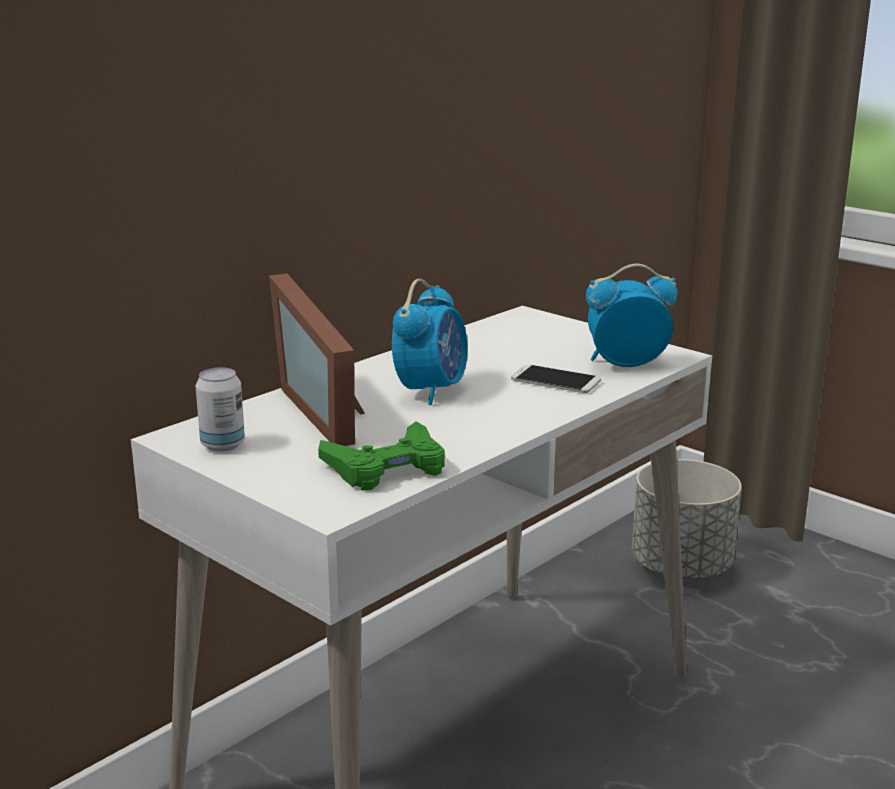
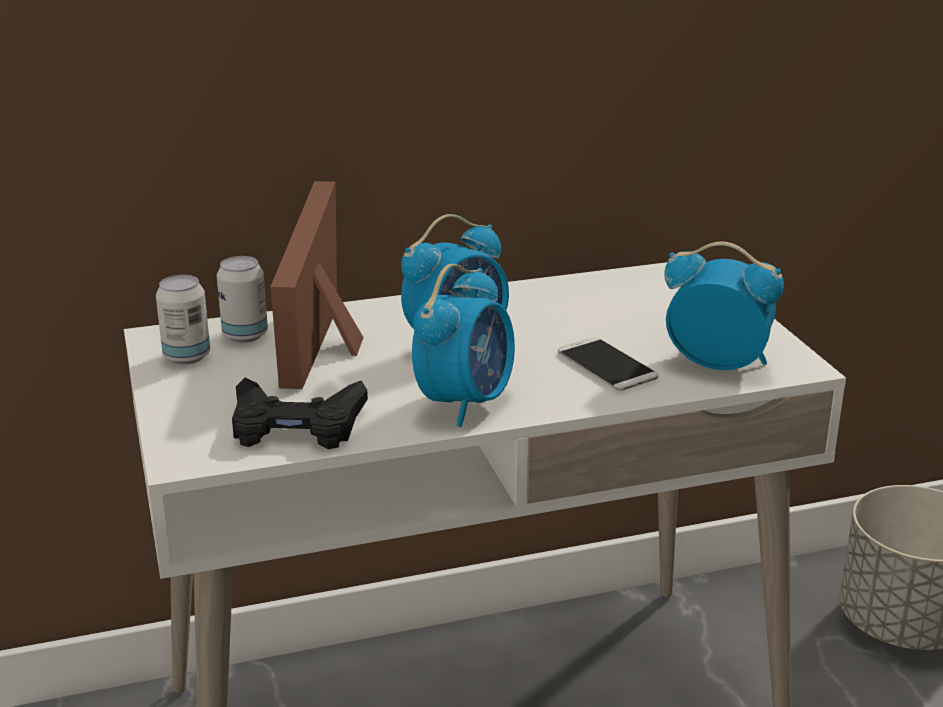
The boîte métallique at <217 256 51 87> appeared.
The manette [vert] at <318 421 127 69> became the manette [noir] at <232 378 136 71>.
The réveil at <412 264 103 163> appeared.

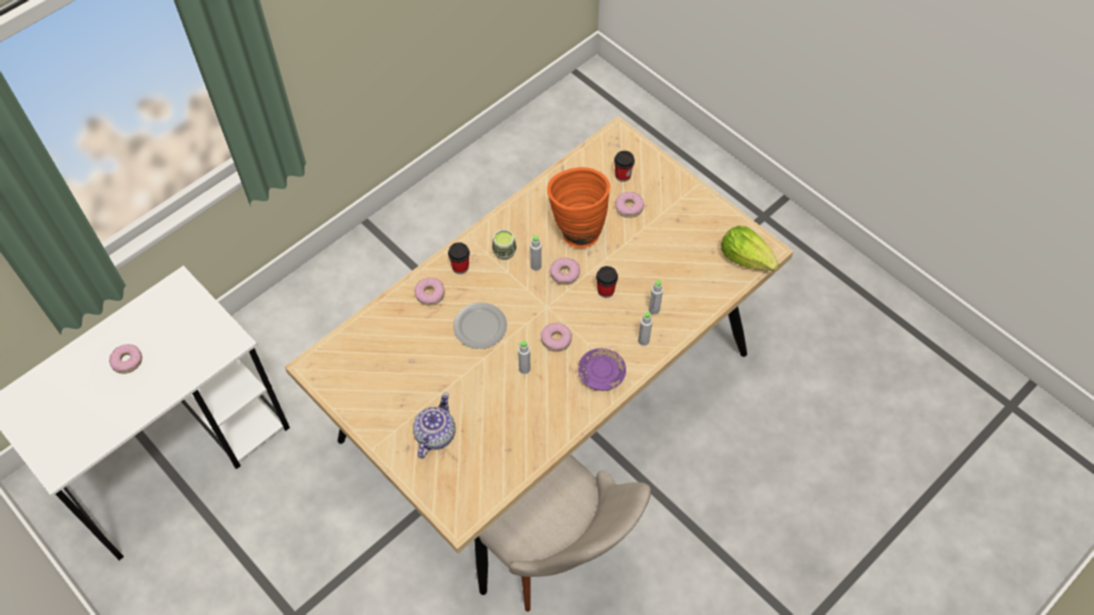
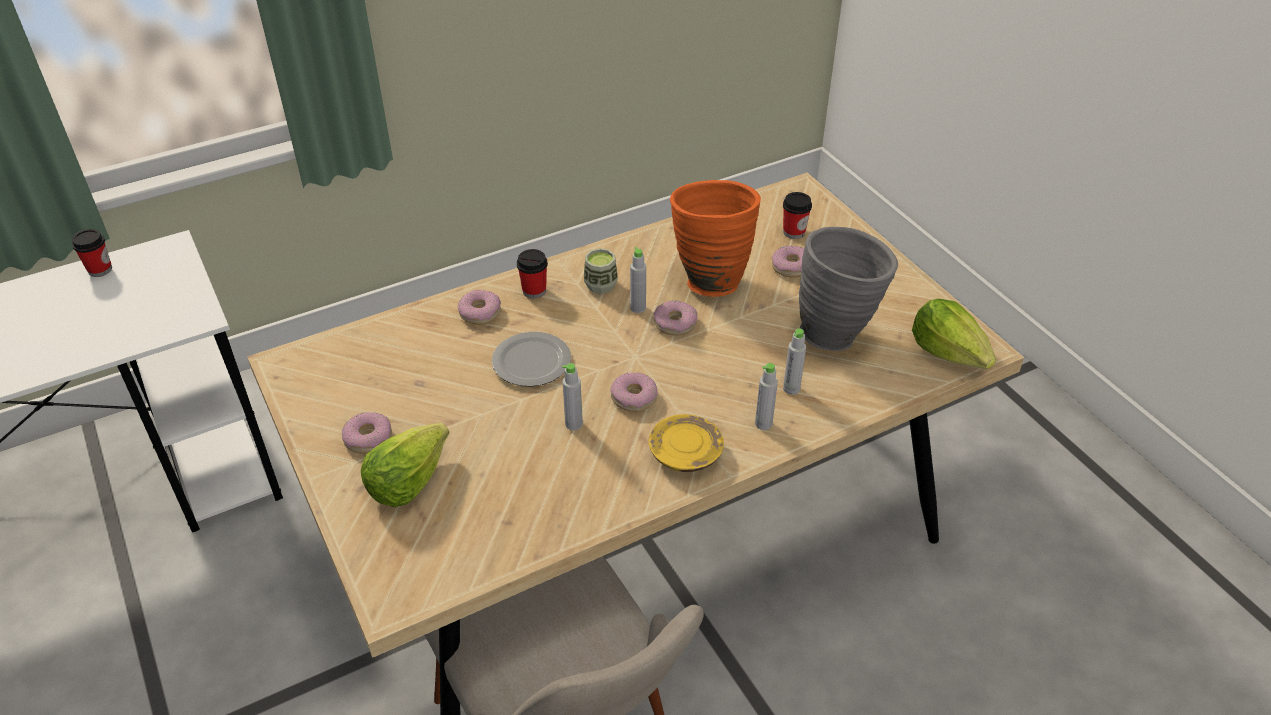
The tasse moved from <596 266 22 32> to <72 229 40 48>.
The beignet moved from <109 344 33 30> to <341 412 51 42>.
The théière at <413 392 43 67> was replaced by the laitue at <361 423 88 84>.
The assiette [violet] at <578 348 48 43> became the assiette [jaune] at <649 414 75 58>.
The vase [gris] at <799 227 99 124> appeared.

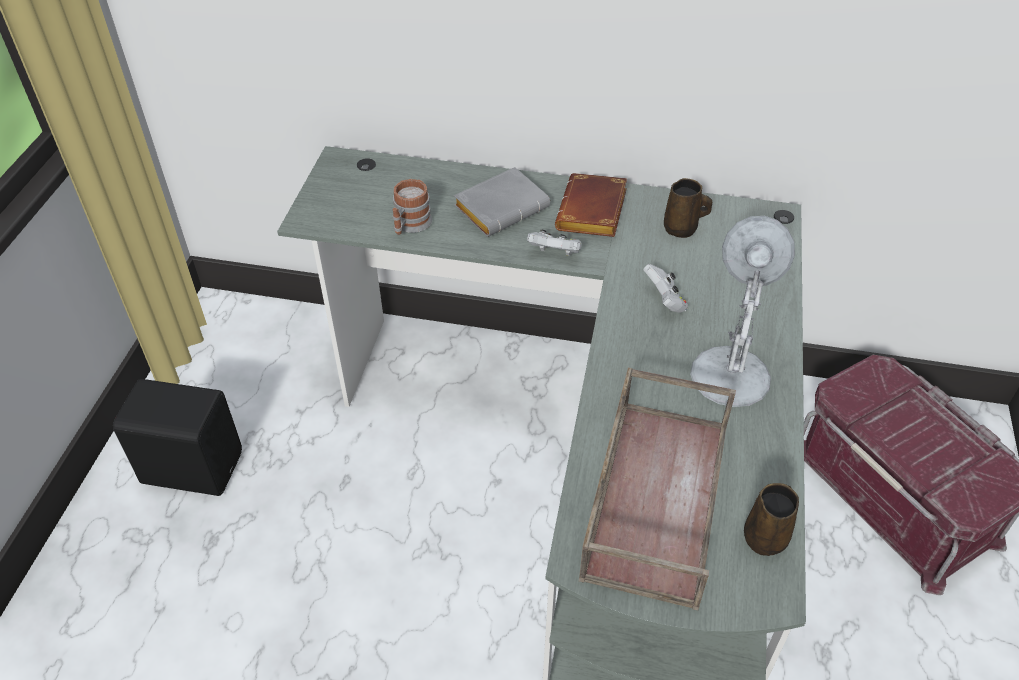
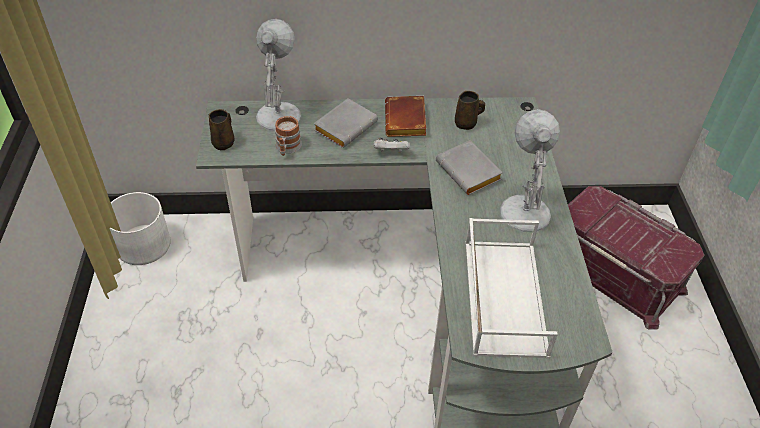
The cache-pot [blanc] at <109 192 62 73> appeared.
The mug [marron] moved from <744 483 55 73> to <209 109 26 41>.
The lampe de table [blanc] at <256 19 45 112> appeared.
The manette [blanc] at <643 264 45 49> was replaced by the livre [gris] at <436 140 67 55>.
The plateau [marron] at <579 367 157 243> became the plateau [blanc] at <465 218 93 141>.
The enceinte [noir] at <113 379 129 117> disappeared.

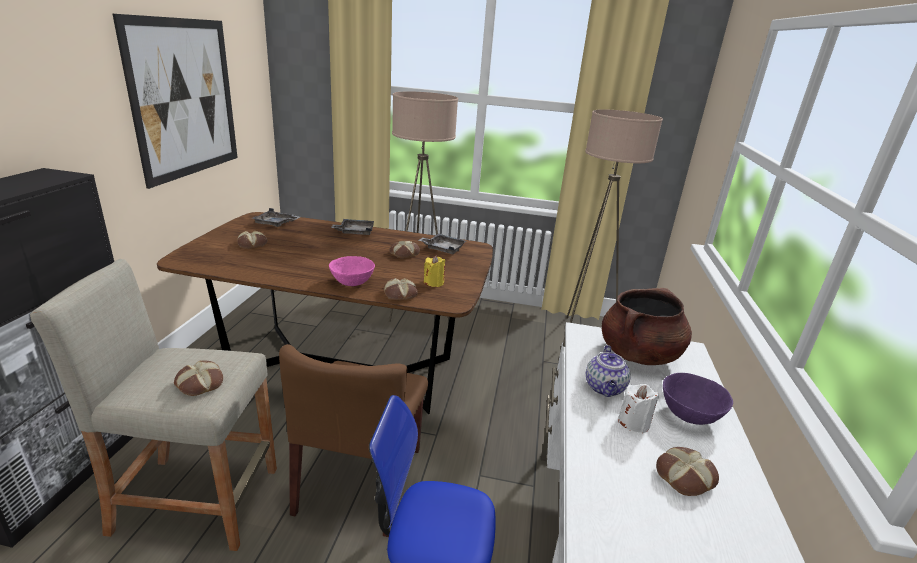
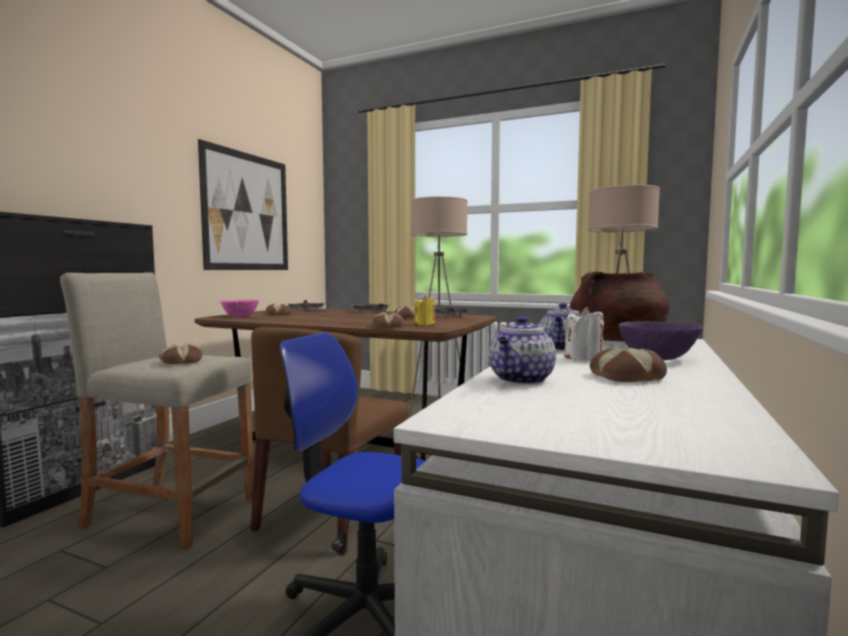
The bol [rose] moved from <329 256 46 30> to <220 300 39 17>.
The théière at <489 316 67 68> appeared.

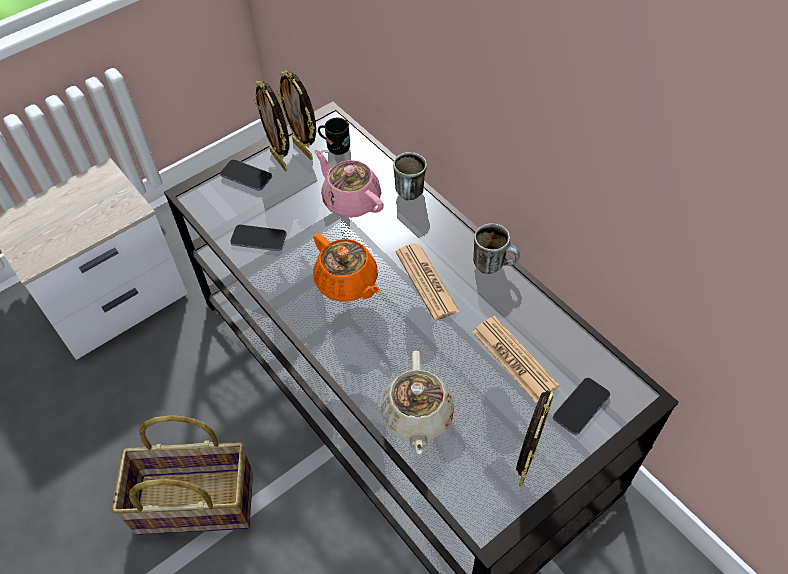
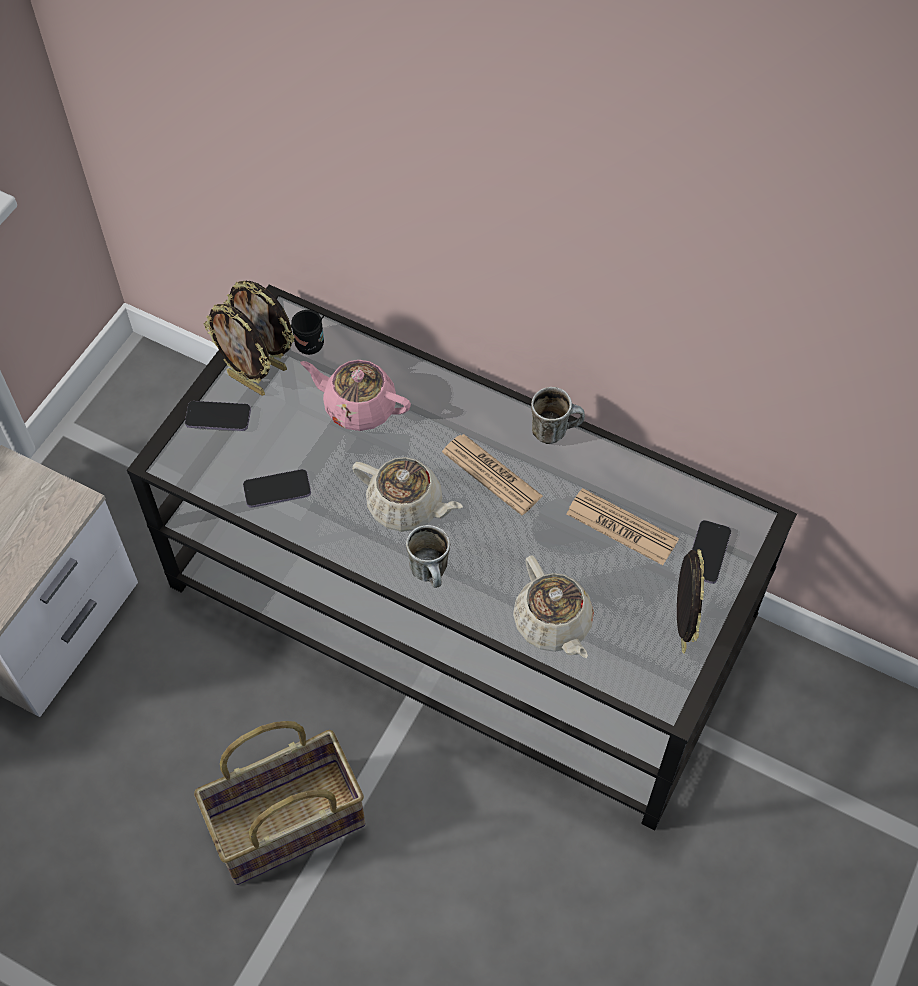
The théière [orange] at <313 233 67 69> became the théière [beige] at <352 457 111 75>.
The mug moved from <393 152 34 48> to <406 525 44 63>.

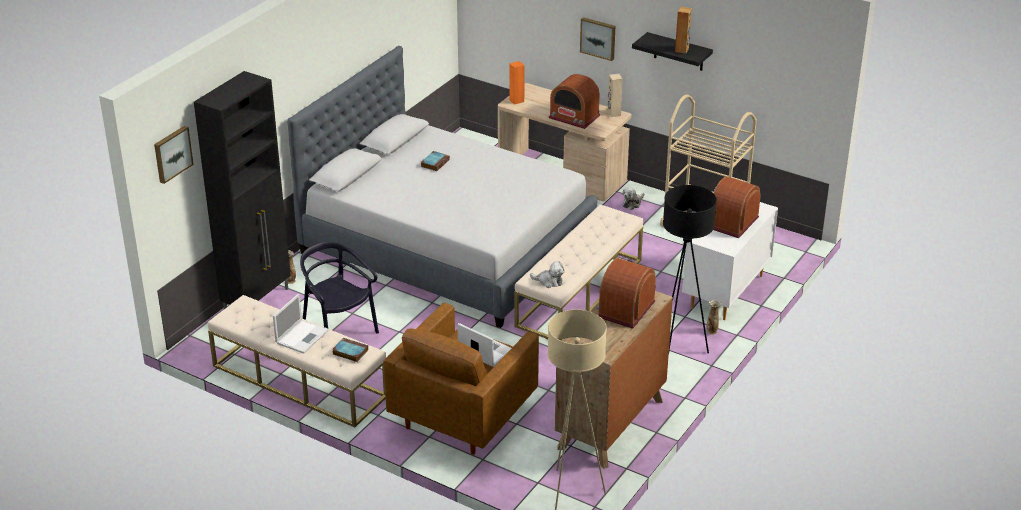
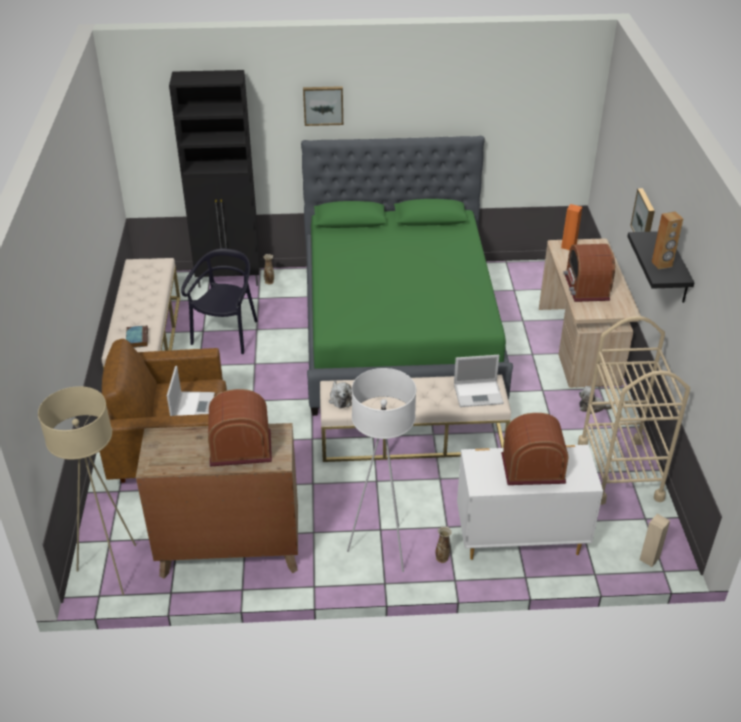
The lit [gris] at <287 46 310 282> became the lit [vert] at <301 136 212 280>.
The tableau moved from <154 126 40 58> to <303 86 40 40>.
The lampadaire [noir] at <663 185 54 172> became the lampadaire [blanc] at <347 368 69 204>.
The ordinateur portable moved from <273 294 56 60> to <454 355 50 52>.
The enceinte [beige] moved from <607 74 16 43> to <640 514 30 53>.
The livre at <421 151 29 20> disappeared.

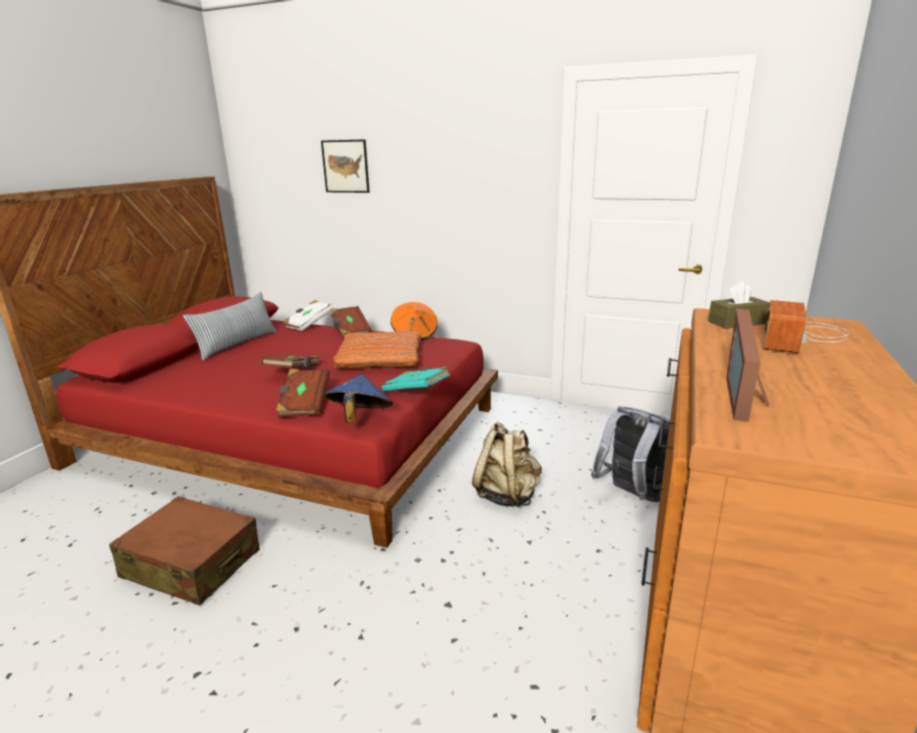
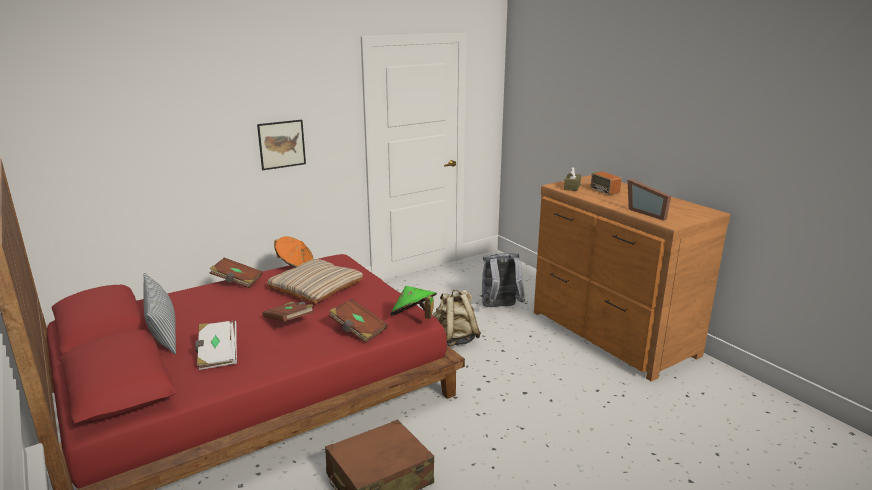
The livre [blanc] moved from <283 300 51 31> to <195 320 42 50>.
The tableau moved from <321 139 49 54> to <257 120 49 50>.
The coussin [orange] at <333 331 89 38> became the coussin [beige] at <267 259 96 45>.
The chapeau [bleu] at <324 374 69 49> became the chapeau [vert] at <390 286 47 33>.
The livre [turquoise] at <382 366 68 25> disappeared.

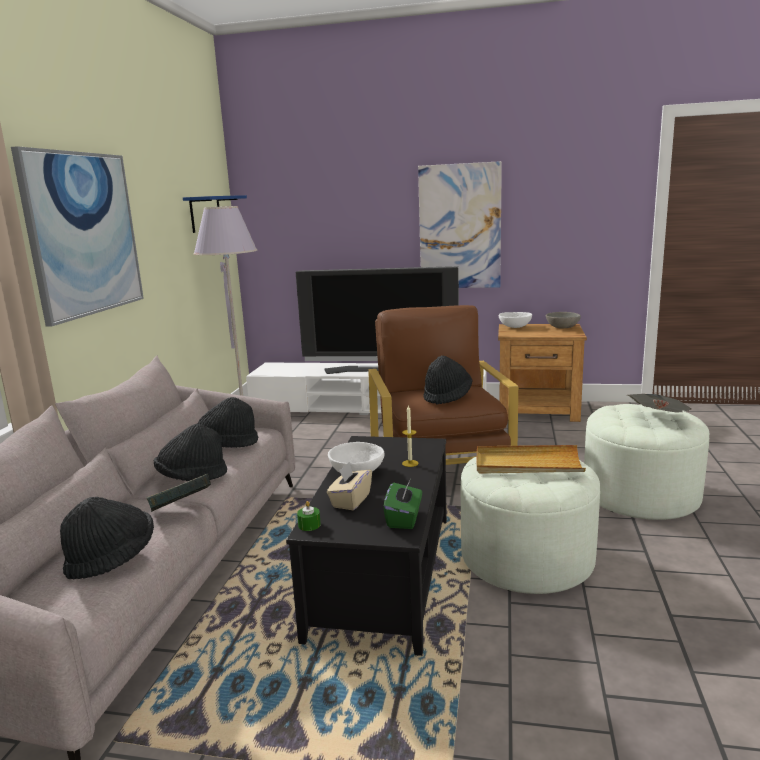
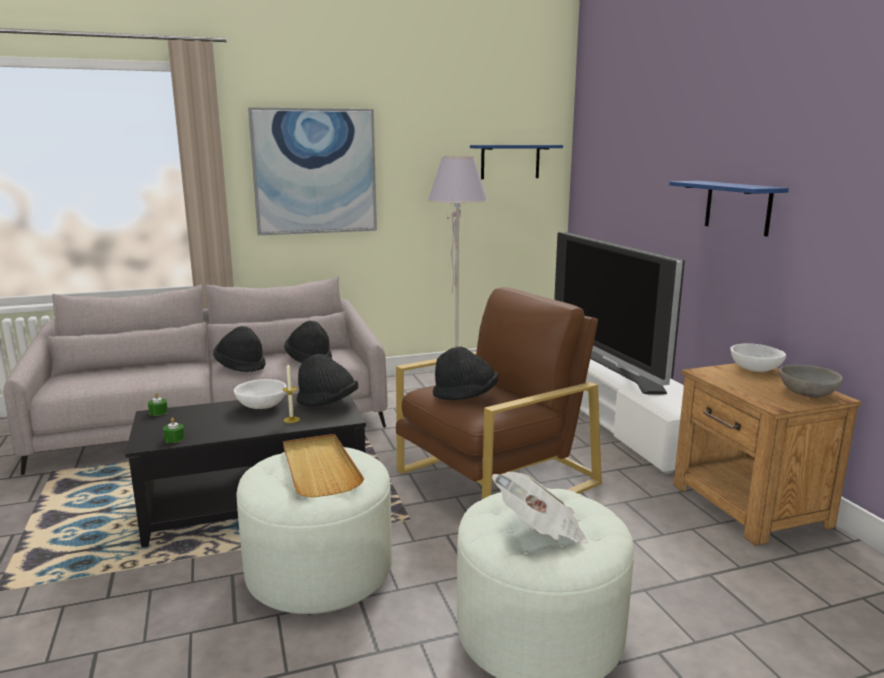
The boîte à mouchoirs [vert] at <383 480 39 49> was replaced by the bougie [vert] at <163 417 22 26>.
The chapeau [noir] moved from <60 497 94 82> to <297 354 61 52>.
The tableau at <418 161 84 127> was replaced by the étagère [bleu] at <669 181 120 55>.
The livre at <147 474 64 38> disappeared.
The boîte à mouchoirs [beige] at <327 462 45 48> disappeared.

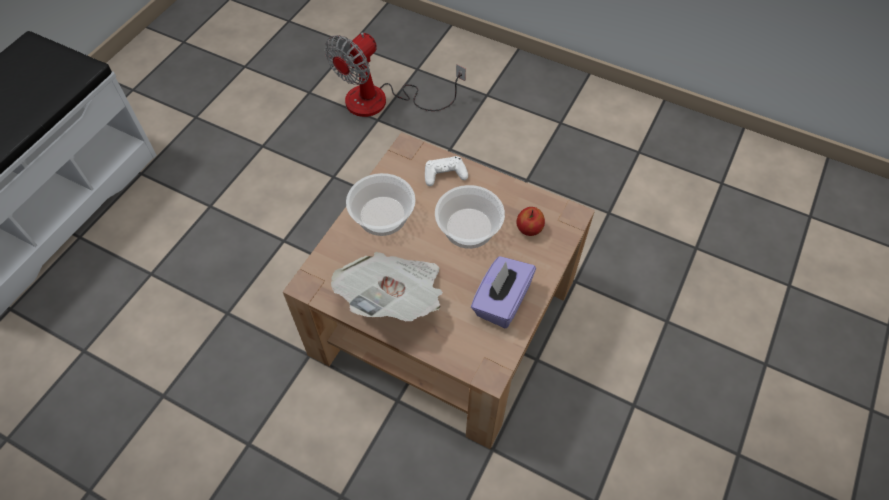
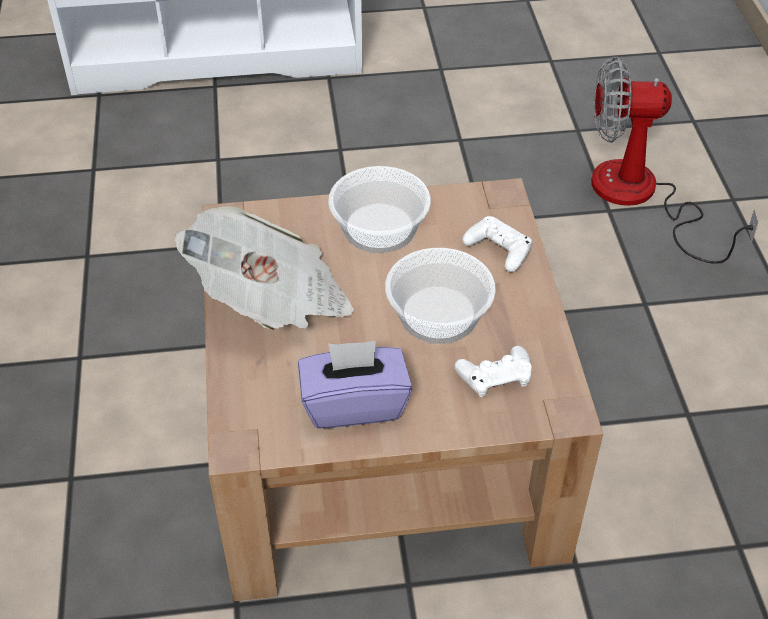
The pomme at <516 207 29 29> was replaced by the manette [blanc] at <454 346 78 51>.

